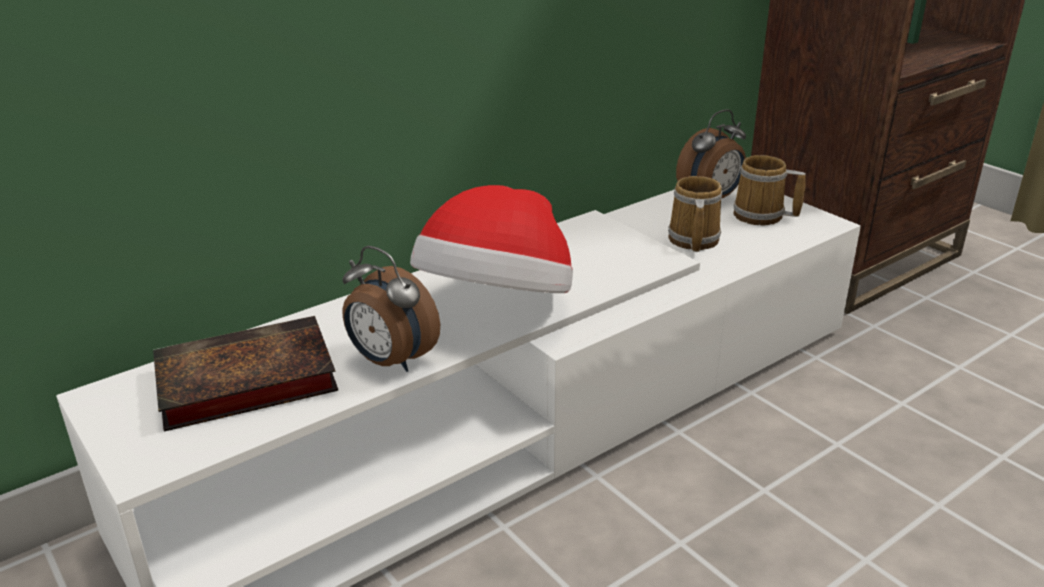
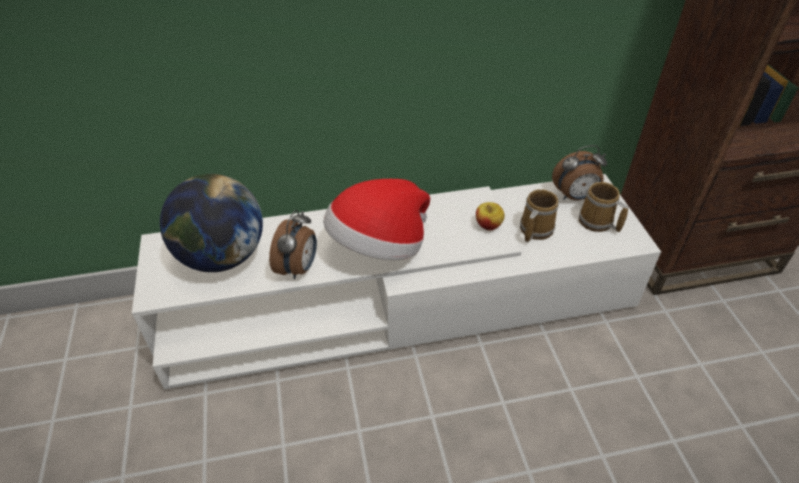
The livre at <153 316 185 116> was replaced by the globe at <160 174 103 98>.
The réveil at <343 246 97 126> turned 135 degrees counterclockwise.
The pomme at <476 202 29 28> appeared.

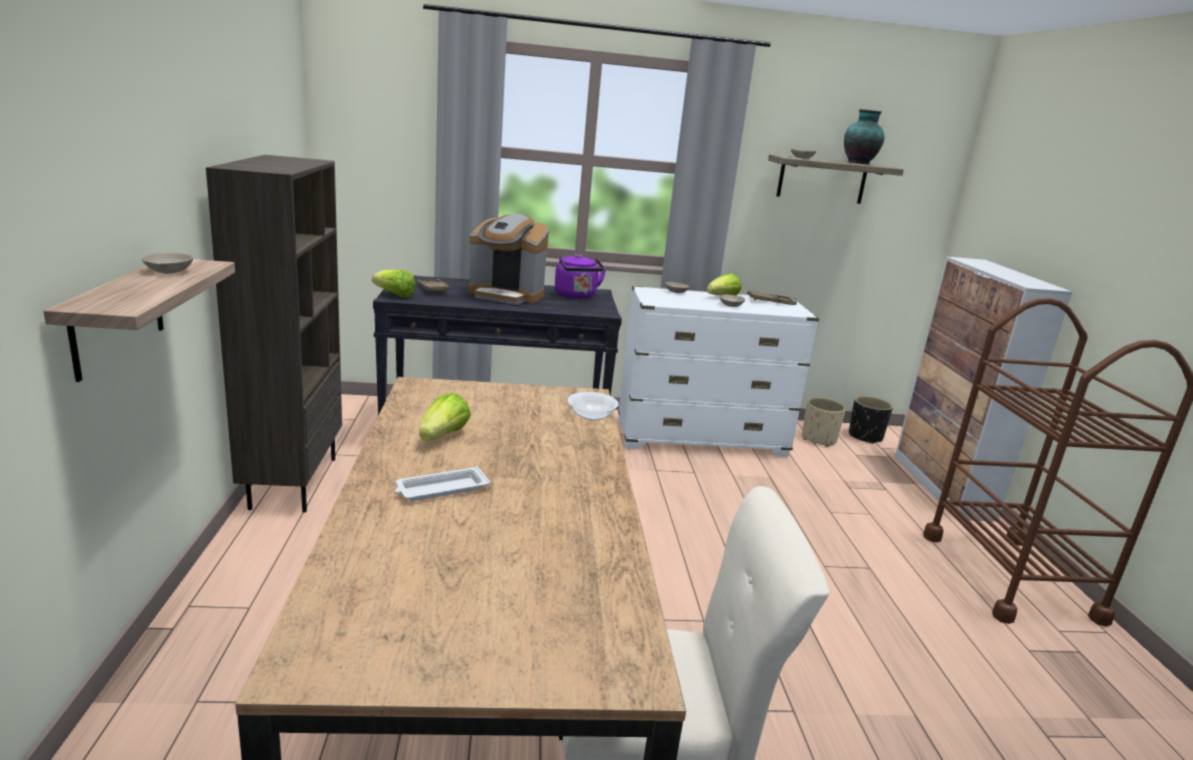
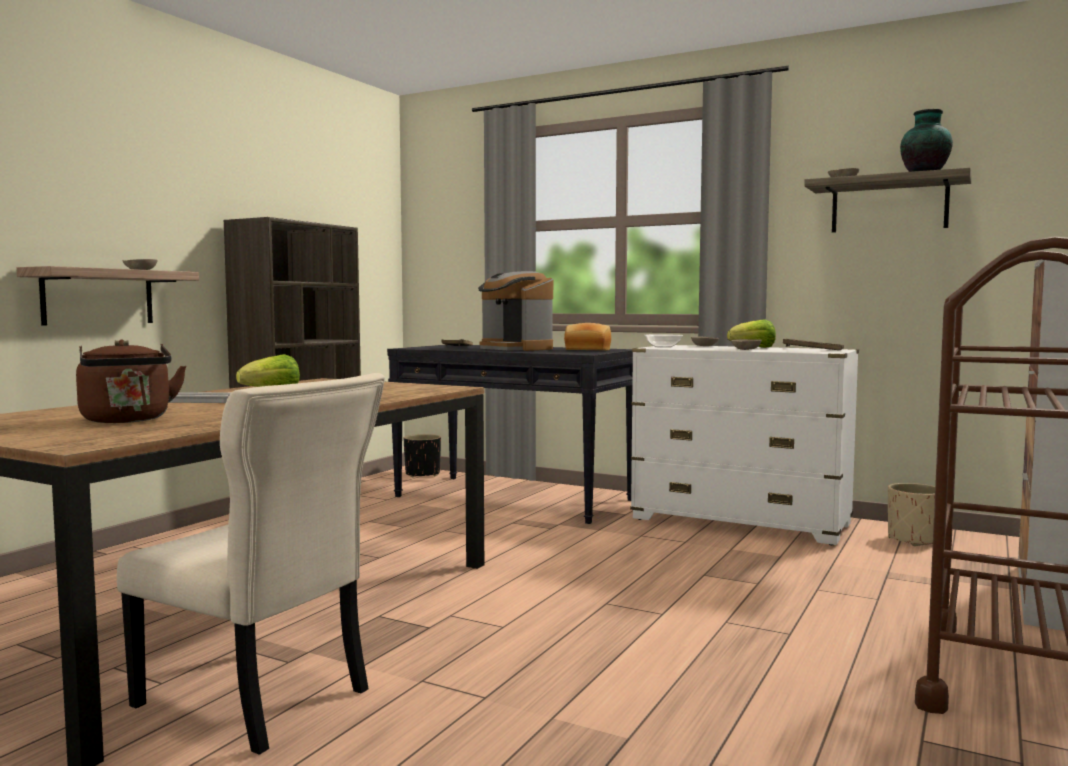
The bouilloire [marron] at <76 339 111 84> appeared.
The cache-pot [noir] moved from <849 396 44 48> to <404 434 37 44>.
The bouilloire [violet] at <555 254 51 45> was replaced by the pain at <564 323 47 27>.
The bol moved from <568 392 50 29> to <645 334 38 14>.
The laitue at <372 269 44 29> disappeared.

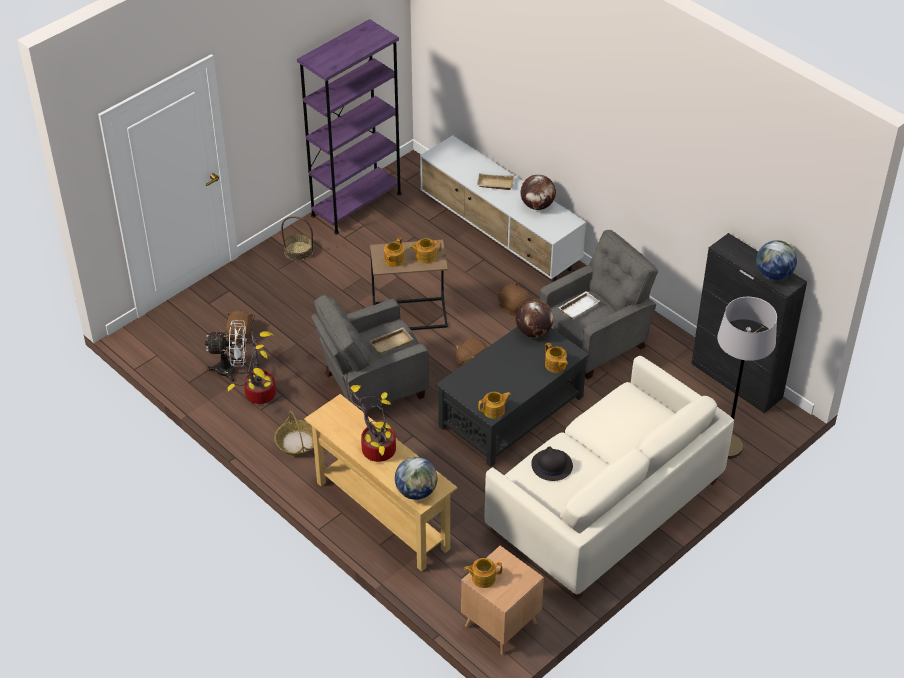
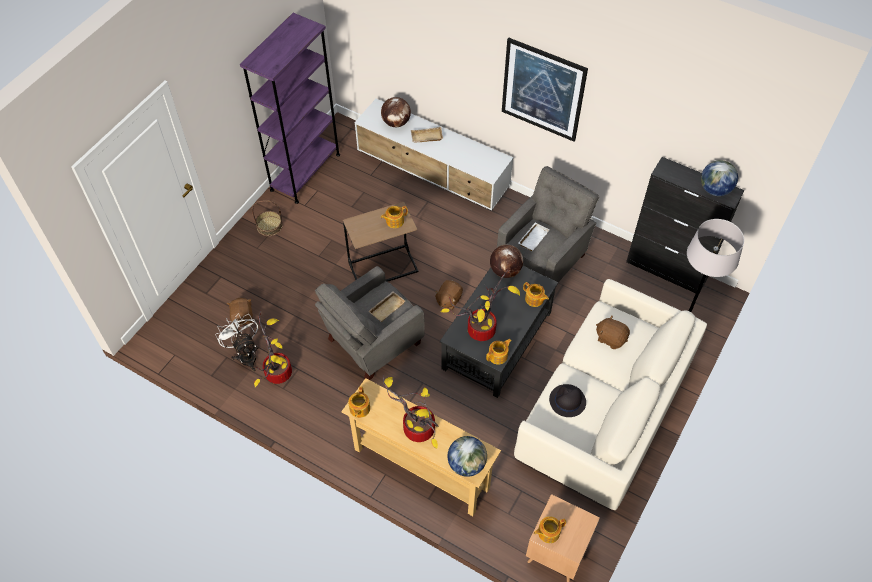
The ventilateur [blanc] at <205 320 42 62> turned 105 degrees counterclockwise.
The théière moved from <384 237 21 30> to <348 387 22 31>.
The globe moved from <520 175 36 35> to <381 97 30 30>.
The plante en pot at <440 270 80 71> appeared.
The tableau at <502 38 86 104> appeared.
The peluche [marron] moved from <498 282 32 33> to <596 316 34 33>.
The panier at <274 411 40 45> disappeared.

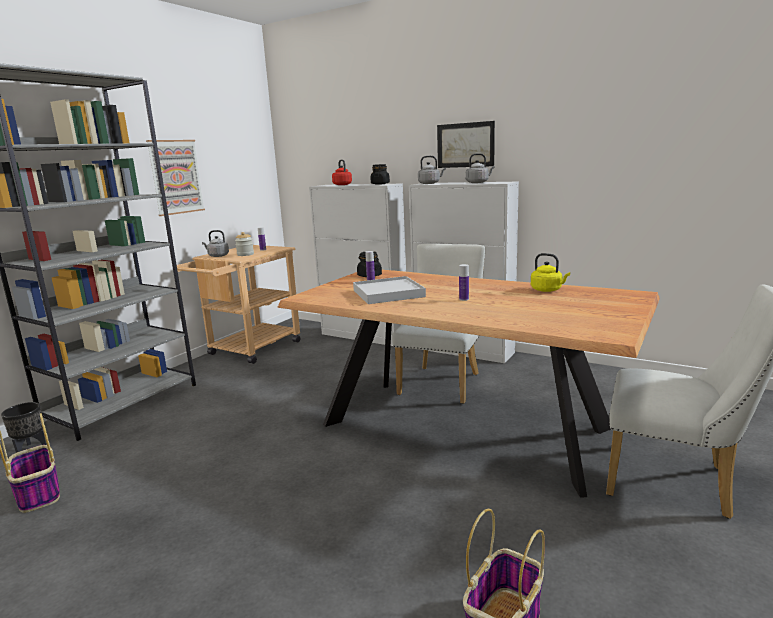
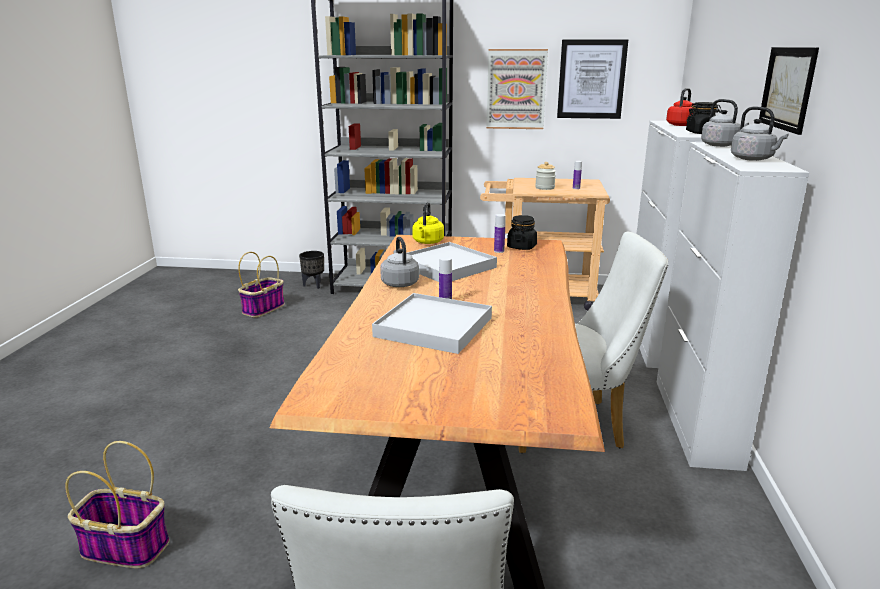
The plateau [blanc] at <372 293 120 61> appeared.
The bouilloire [gris] moved from <202 230 27 27> to <380 237 39 50>.
The bouilloire [jaune] moved from <531 253 39 39> to <412 202 32 42>.
The tableau at <557 40 71 79> appeared.

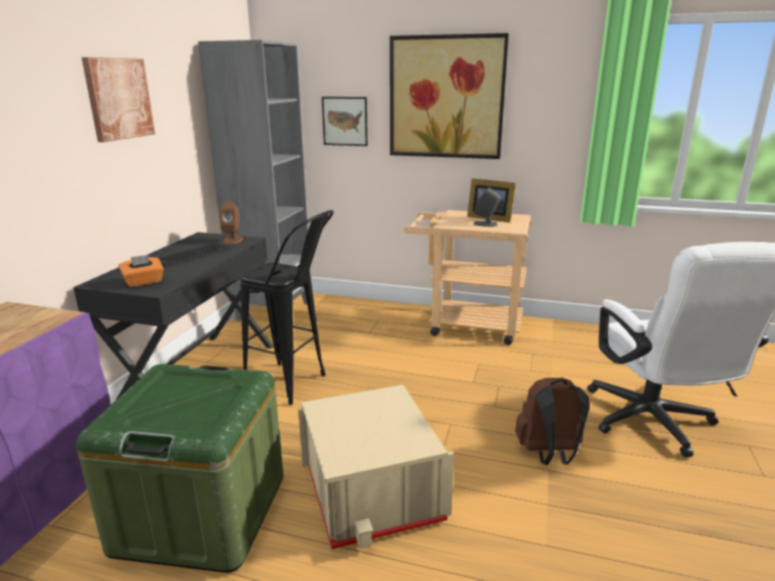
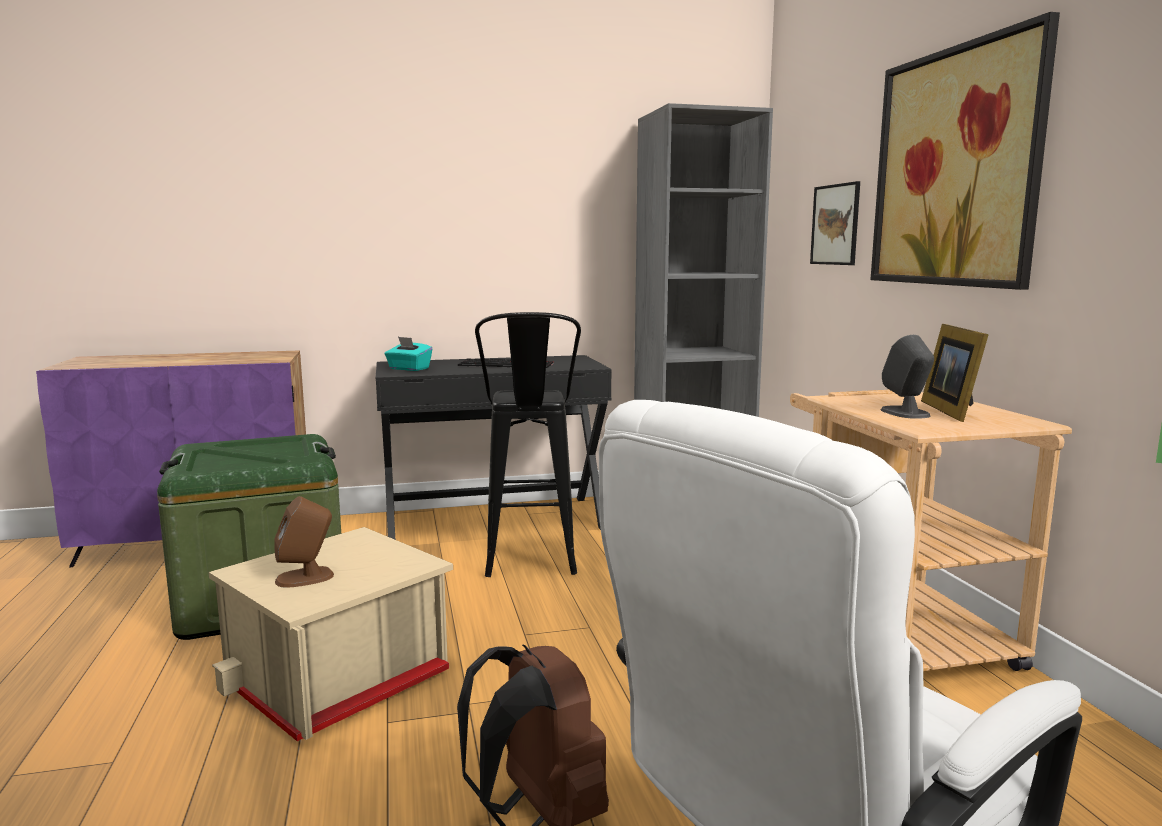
The enceinte [marron] moved from <220 201 23 43> to <274 496 60 92>.
The boîte à mouchoirs [orange] at <118 255 46 33> became the boîte à mouchoirs [turquoise] at <385 337 47 34>.
The tableau at <82 57 73 85> disappeared.

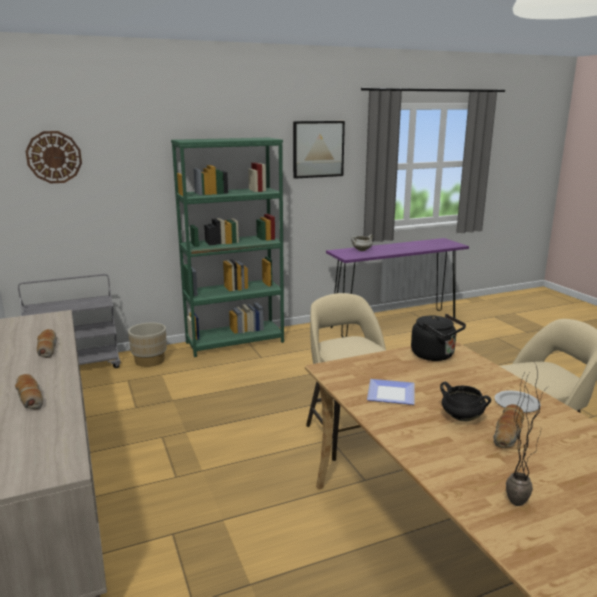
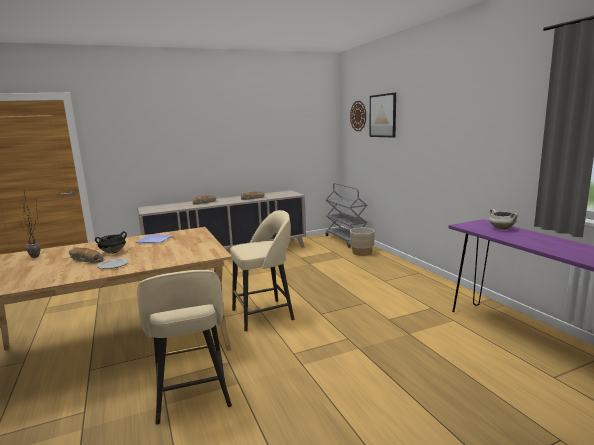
The tableau moved from <293 121 52 58> to <370 93 26 45>.
The bibliothèque [vert] at <171 138 113 219> disappeared.
The bouilloire [noir] at <411 314 55 47> disappeared.

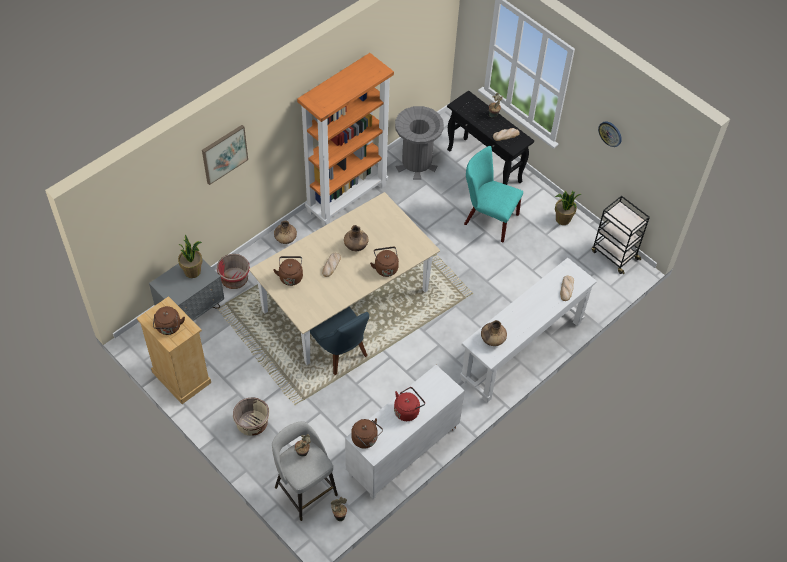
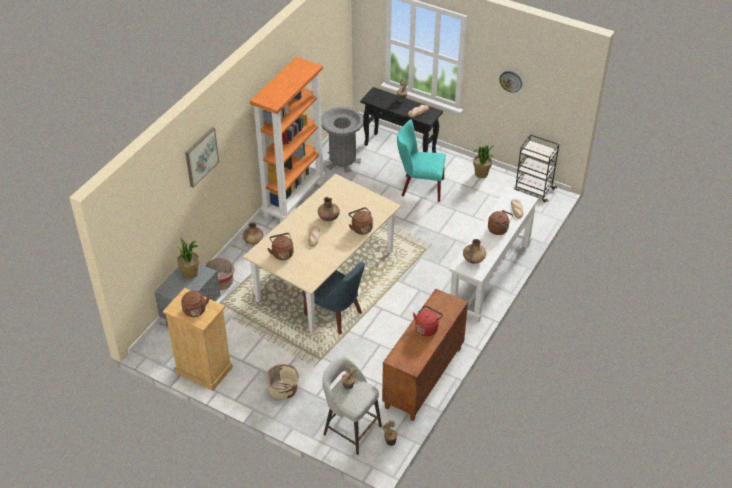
The meuble de rangement [blanc] at <345 365 120 134> became the meuble de rangement [marron] at <382 289 86 132>.
The bouilloire [marron] moved from <351 418 32 31> to <488 210 25 25>.

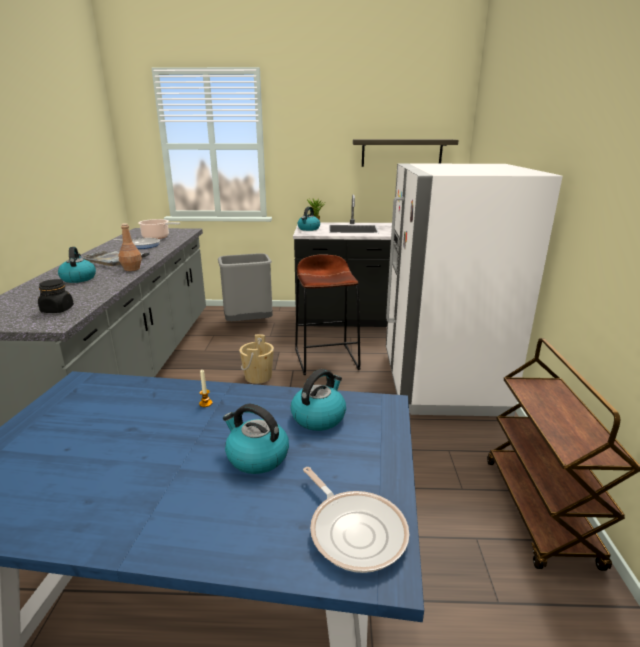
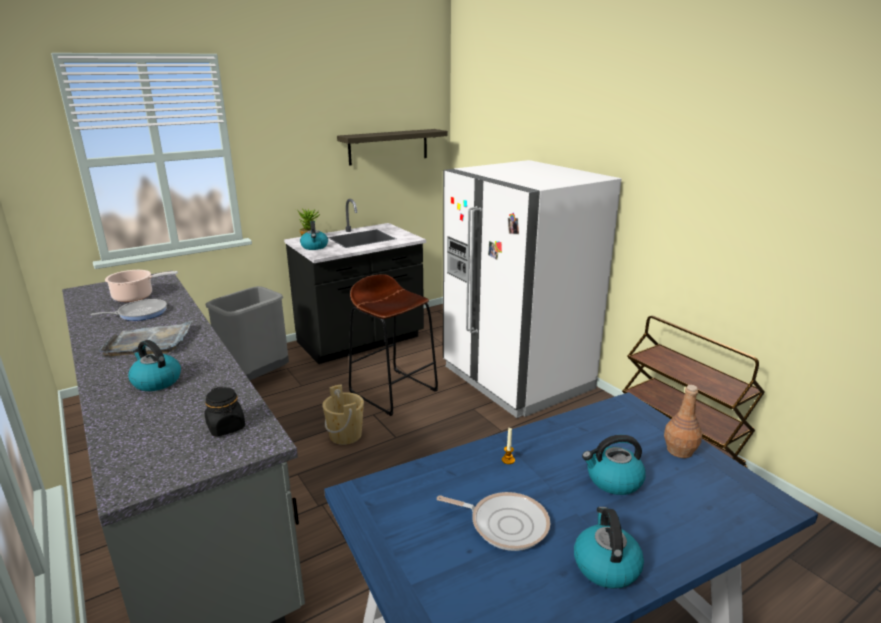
The poêle moved from <303 467 106 106> to <437 492 113 59>.
The bouilloire moved from <290 369 56 62> to <574 507 70 82>.
The bouteille [marron] moved from <118 223 24 48> to <664 385 38 73>.

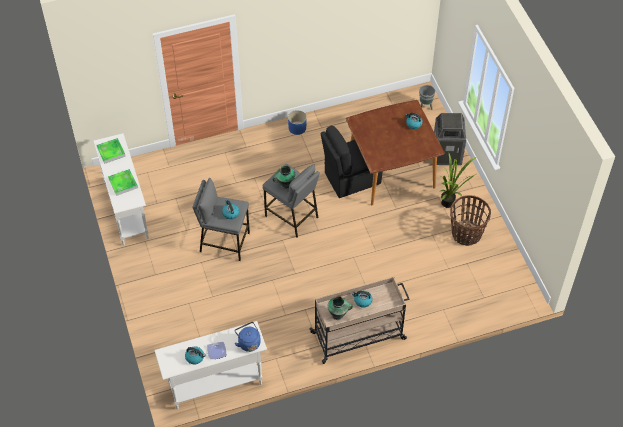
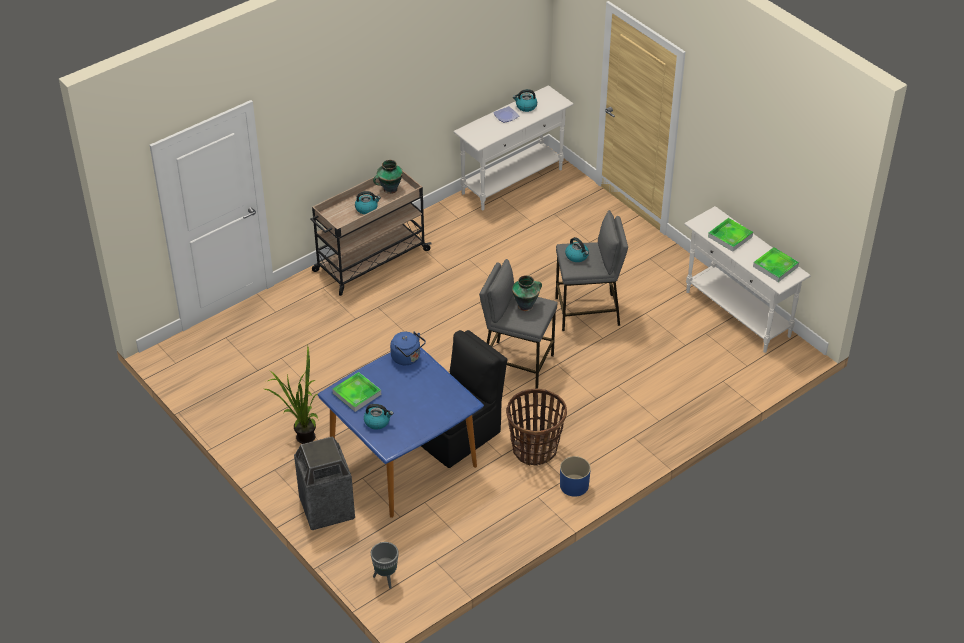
The table à manger [marron] at <346 100 99 106> became the table à manger [bleu] at <317 347 167 171>.
The plateau at <332 372 49 40> appeared.
The bouilloire [bleu] moved from <235 322 26 30> to <390 332 36 33>.
The panier moved from <450 195 41 51> to <506 389 61 77>.

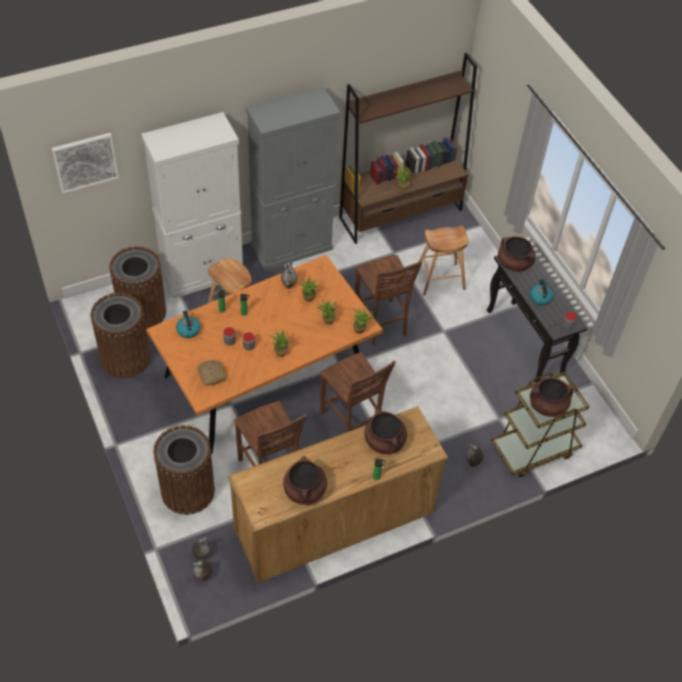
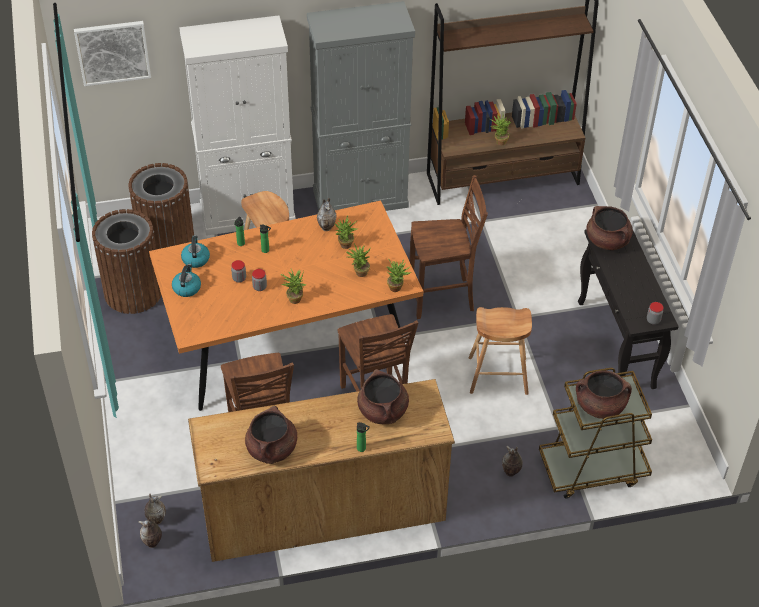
The bouilloire moved from <530 278 23 27> to <172 264 29 33>.
The chaise [marron] at <355 255 68 90> turned 90 degrees counterclockwise.
The tabouret [marron] moved from <419 226 49 70> to <469 307 63 88>.
The poubelle [marron] at <153 425 62 90> disappeared.
The pain at <197 360 29 26> disappeared.

